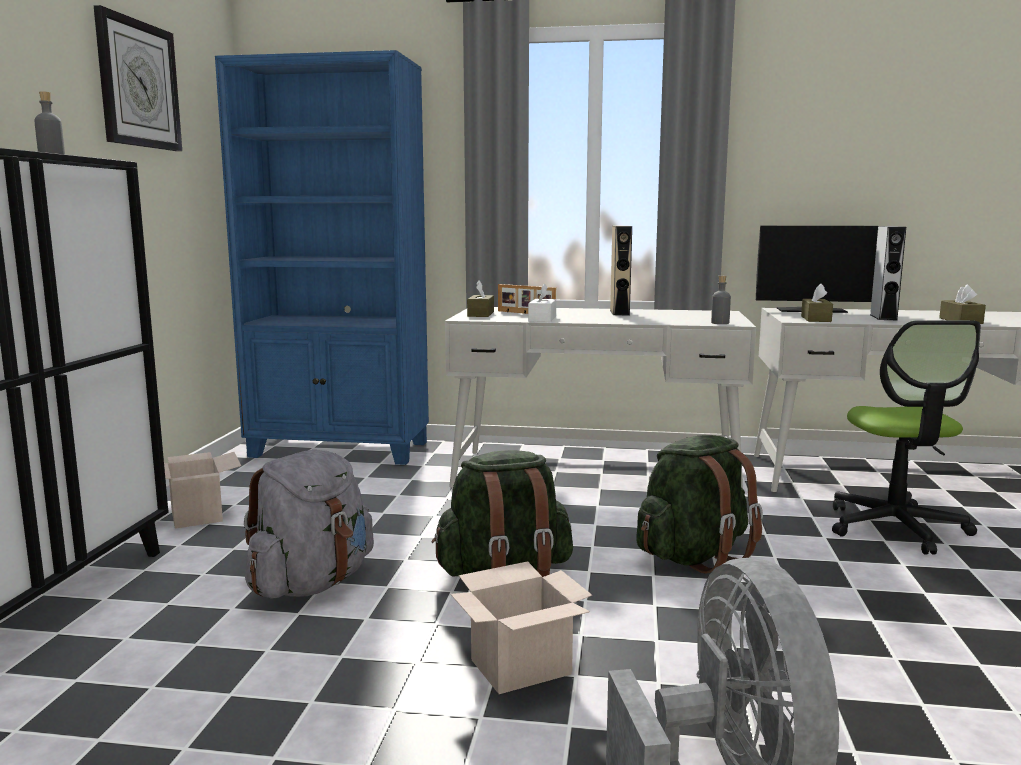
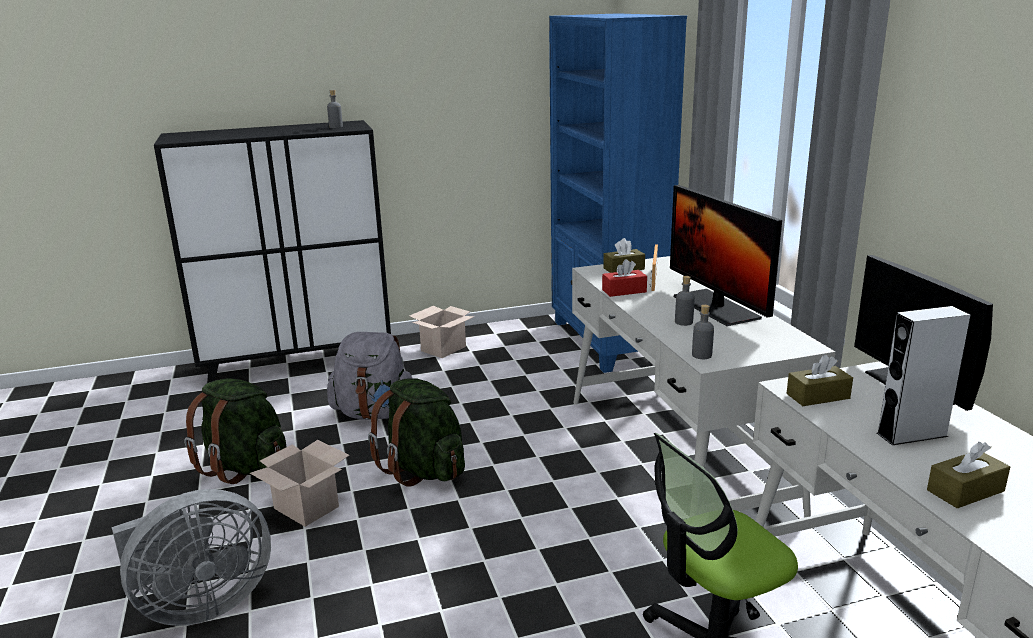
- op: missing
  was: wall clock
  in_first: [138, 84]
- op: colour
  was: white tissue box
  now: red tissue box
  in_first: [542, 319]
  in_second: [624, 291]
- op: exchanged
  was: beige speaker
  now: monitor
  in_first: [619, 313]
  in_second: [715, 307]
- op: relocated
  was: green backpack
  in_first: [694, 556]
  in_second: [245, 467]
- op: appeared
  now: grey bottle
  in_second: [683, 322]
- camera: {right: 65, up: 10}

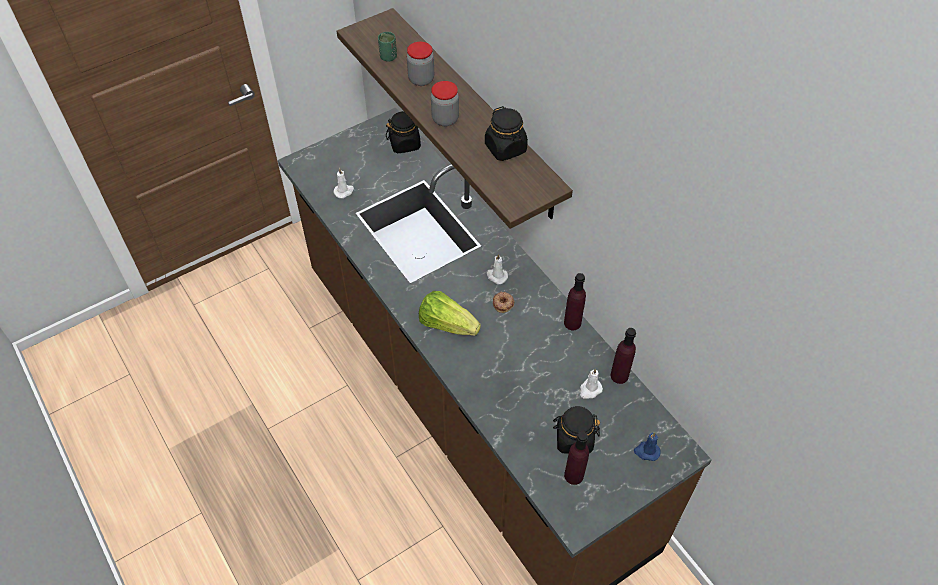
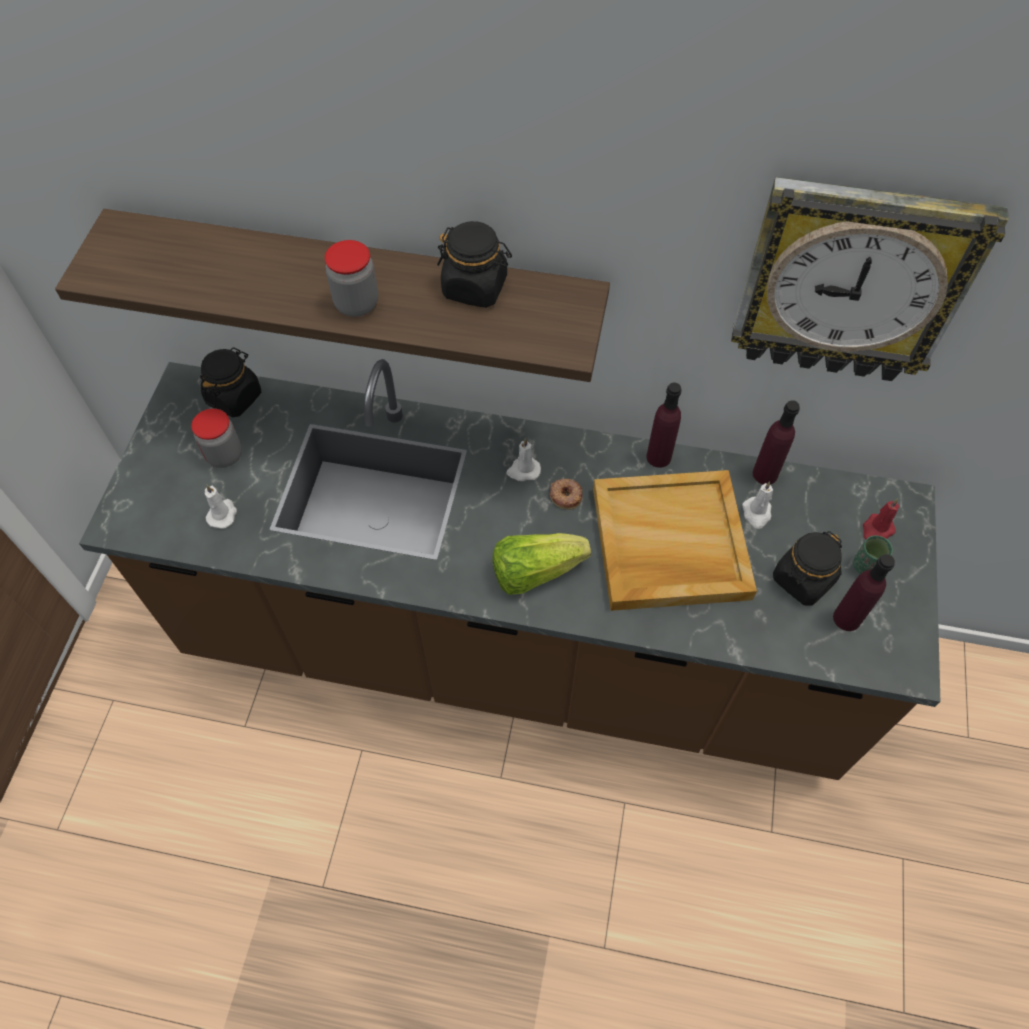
- op: relocated
  was: green cup
  in_first: [388, 57]
  in_second: [865, 566]
- op: relocated
  was: jar
  in_first: [421, 79]
  in_second: [224, 455]
- op: colour
  was: blue candle
  now: red candle
  in_first: [646, 451]
  in_second: [876, 530]
- op: appeared
  now: beige tray
  in_second: [668, 544]
- op: appeared
  now: wall clock
  in_second: [851, 283]
- camera: {right: -45, up: 5}

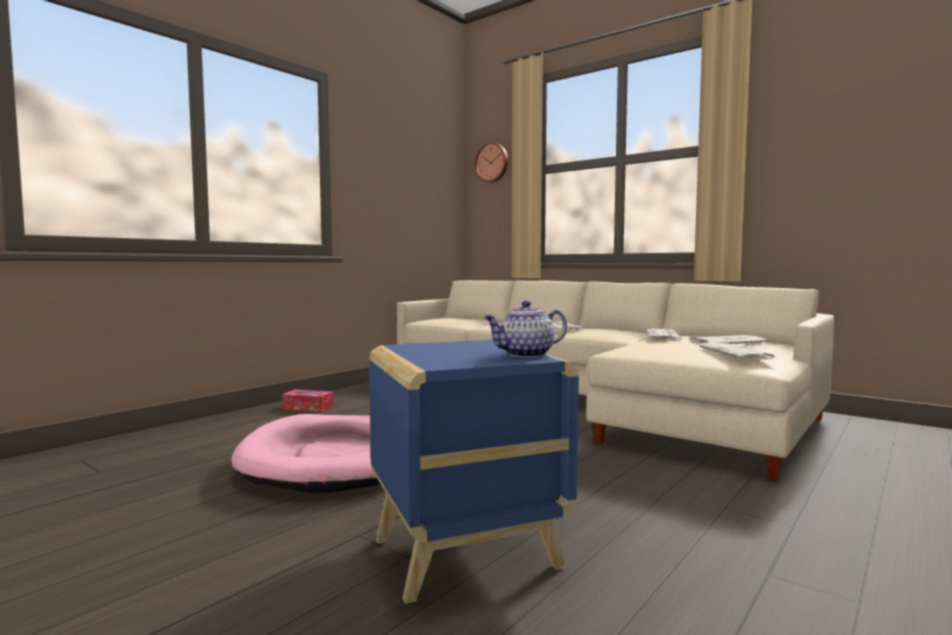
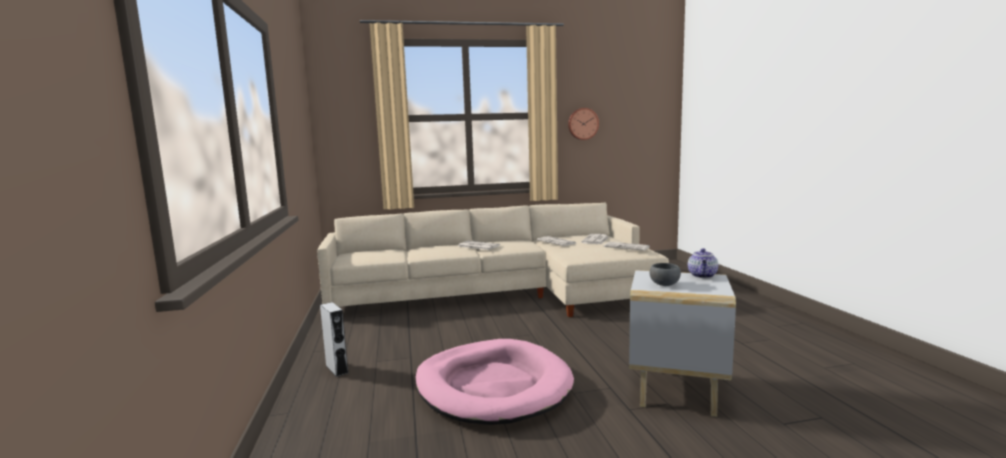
- op: exchanged
  was: tissue box
  now: grey speaker
  in_first: [308, 407]
  in_second: [337, 369]
- op: colour
  was: blue side table
  now: white side table
  in_first: [462, 554]
  in_second: [677, 390]
- op: relocated
  was: wall clock
  in_first: [492, 162]
  in_second: [582, 124]
- op: appeared
  now: grey bowl
  in_second: [664, 284]
- camera: {right: -50, up: 5}

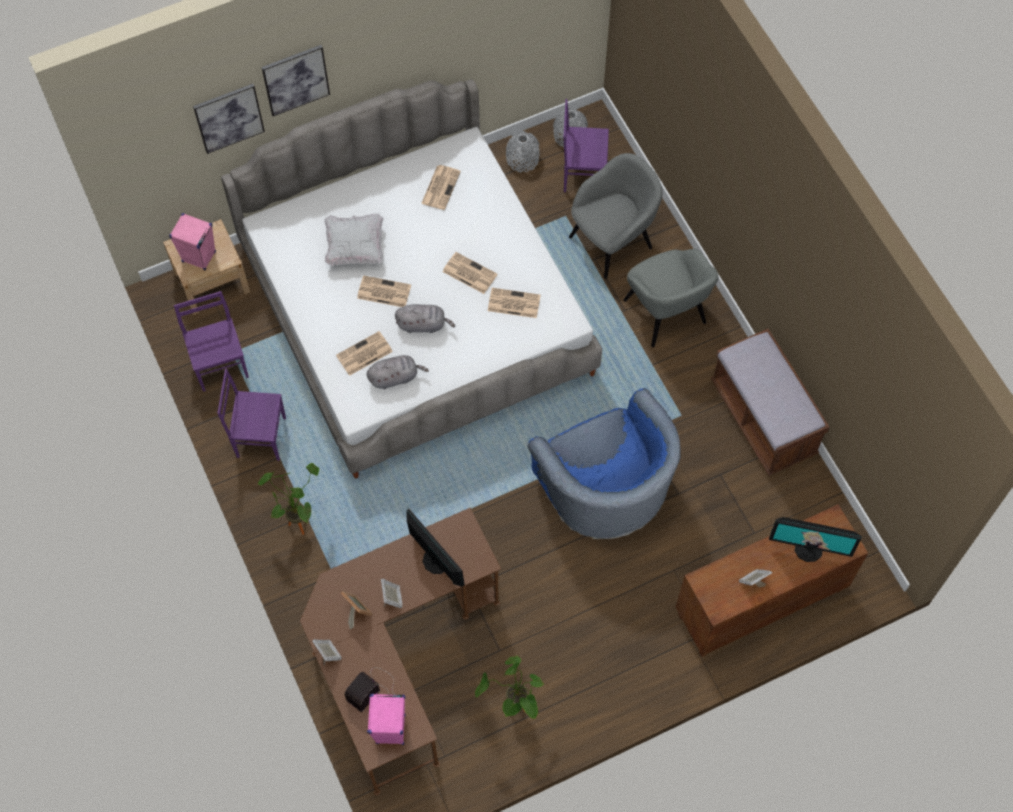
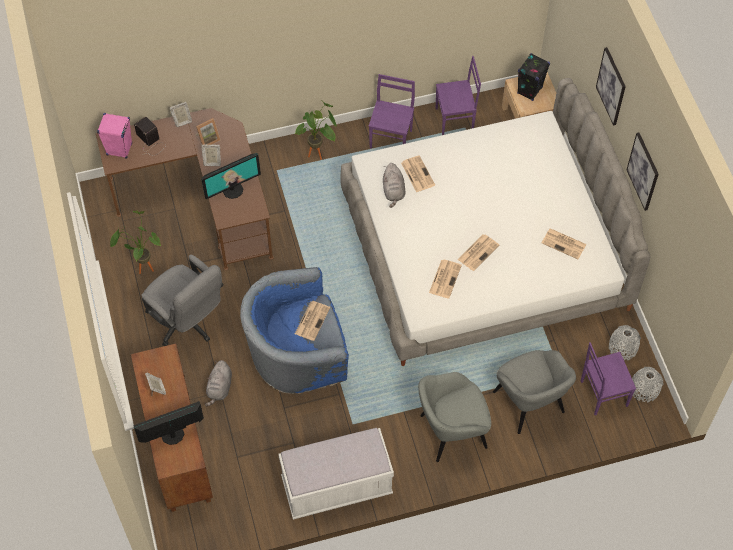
- op: colour
  was: pink speaker
  now: black speaker
  in_first: [198, 257]
  in_second: [529, 90]
- op: relocated
  was: picture
  in_first: [229, 117]
  in_second: [643, 171]
- op: missing
  was: white pillow
  in_first: [355, 247]
- op: relocated
  was: newspaper
  in_first: [383, 292]
  in_second: [312, 320]
- op: relocated
  was: grey plush toy
  in_first: [423, 324]
  in_second: [219, 388]
- op: spun
  was: purple chair
  in_first: [583, 173]
  in_second: [602, 393]
  clockwise: -120
- op: colour
  was: brown bench
  now: white bench
  in_first: [763, 419]
  in_second: [337, 487]
- op: spun
  was: monitor
  in_first: [808, 549]
  in_second: [172, 435]
  clockwise: 45
- op: appeared
  now: grey office chair
  in_second: [188, 322]
- camera: {right: 100, up: -5}

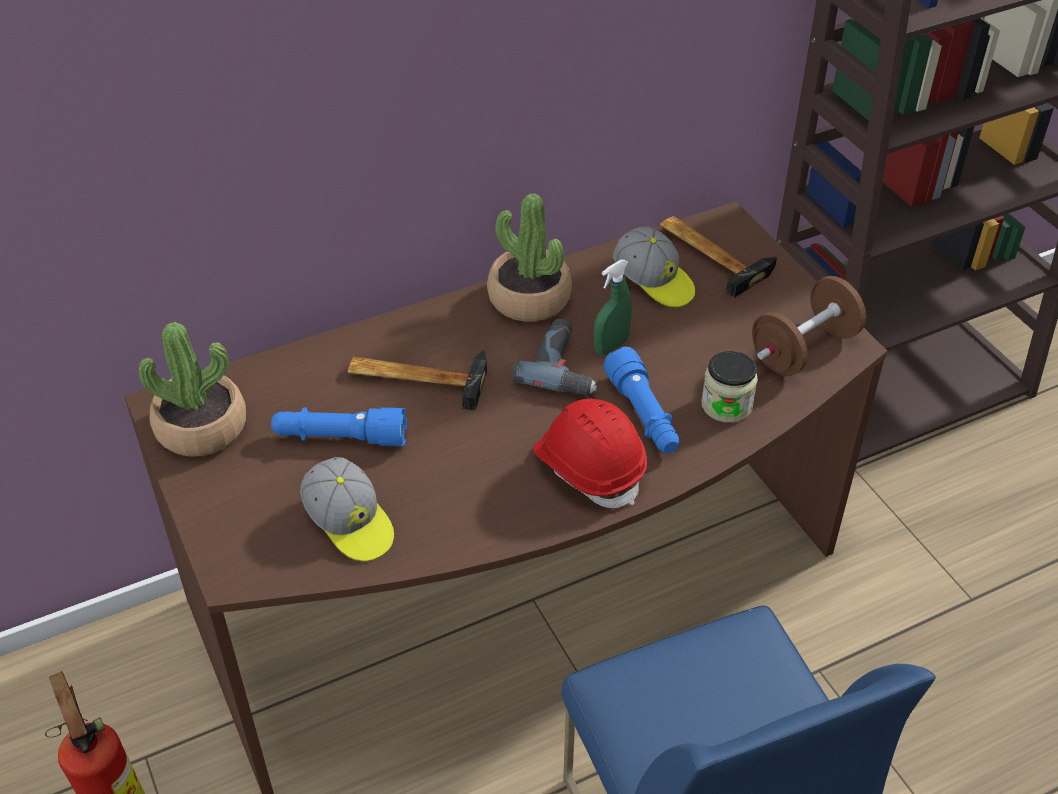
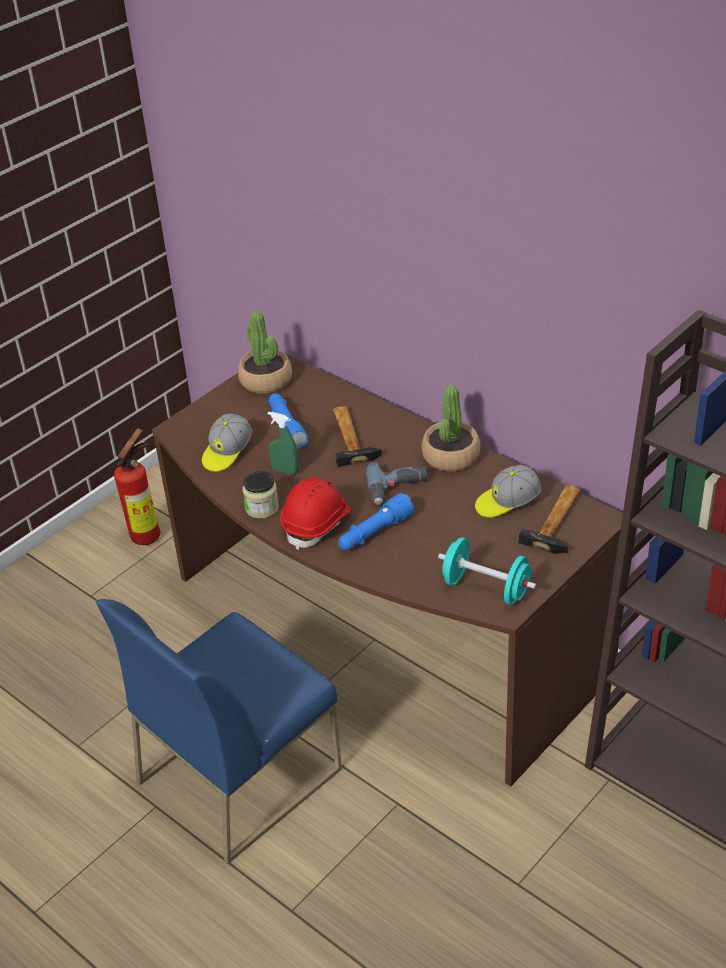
- op: relocated
  was: green spray bottle
  in_first: [611, 346]
  in_second: [285, 471]
- op: spun
  was: cap
  in_first: [654, 282]
  in_second: [507, 502]
  clockwise: 45
- op: relocated
  was: jar
  in_first: [726, 405]
  in_second: [262, 508]
- op: colour
  was: brown dumbbell
  now: turquoise dumbbell
  in_first: [803, 349]
  in_second: [486, 588]
- camera: {right: 70, up: -5}

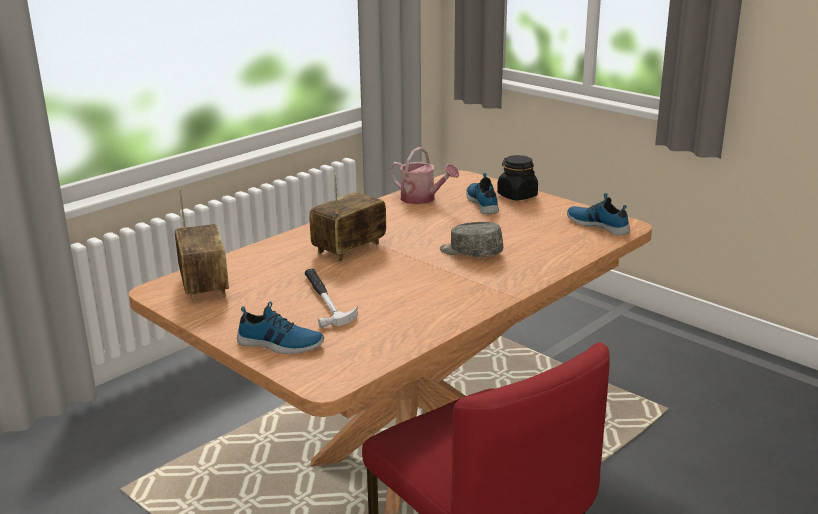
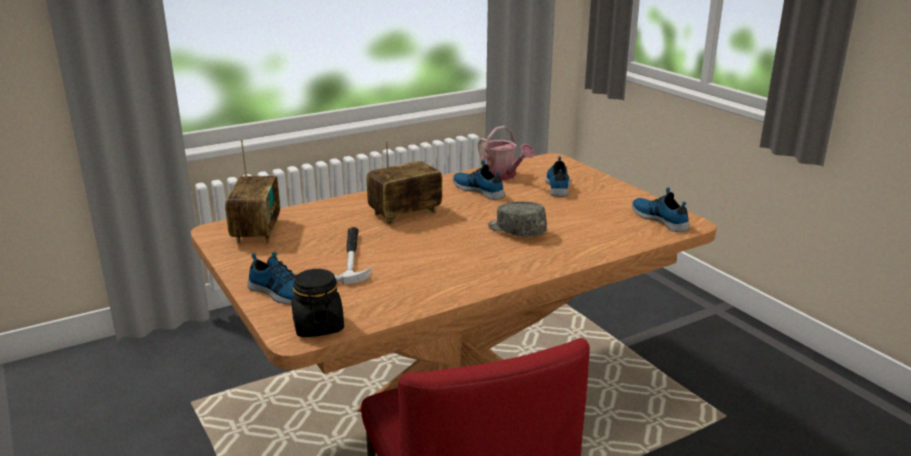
- op: relocated
  was: black jar
  in_first: [517, 195]
  in_second: [318, 326]
- op: appeared
  now: shoe
  in_second: [479, 190]
- camera: {right: 15, up: 0}

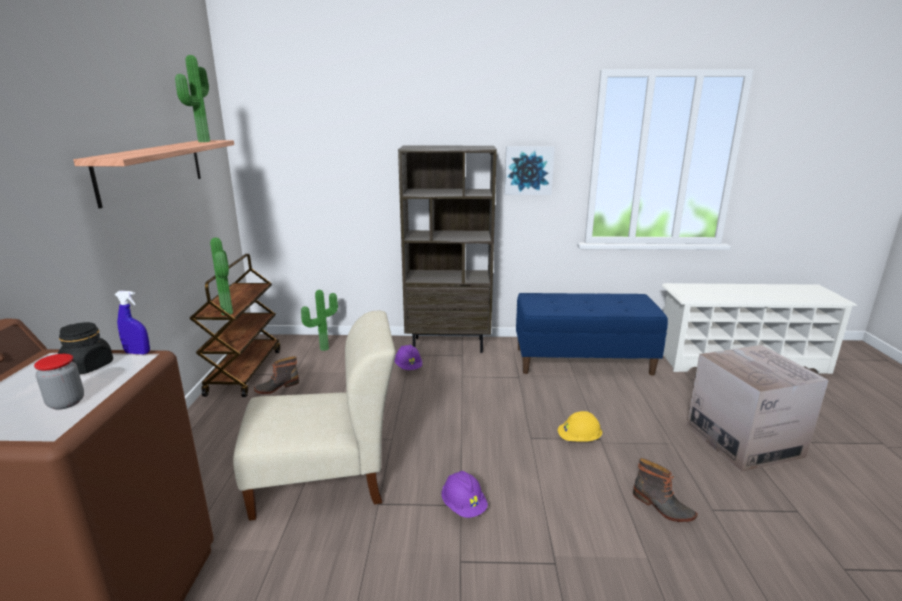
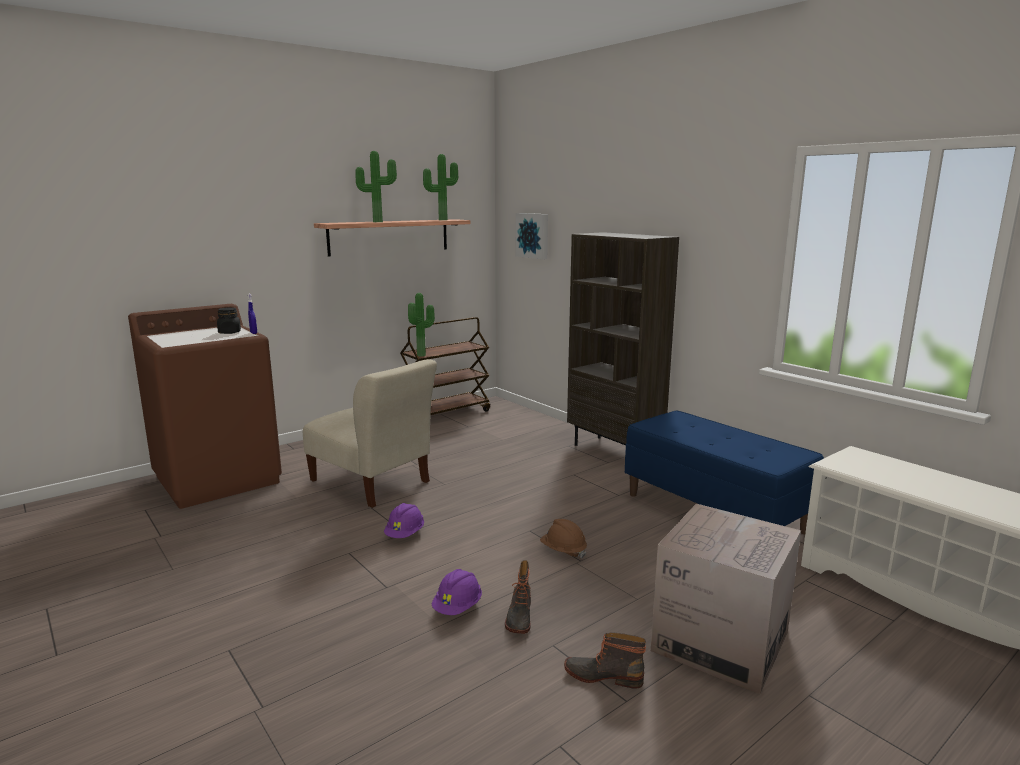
- op: missing
  was: jar
  in_first: [66, 402]
- op: relocated
  was: boot
  in_first: [277, 387]
  in_second: [603, 675]
- op: relocated
  was: potted plant
  in_first: [323, 348]
  in_second: [378, 222]
- op: relocated
  was: purple hard hat
  in_first: [408, 367]
  in_second: [458, 607]
- op: relocated
  was: picture
  in_first: [528, 170]
  in_second: [533, 235]
- op: colour
  was: yellow hard hat
  now: brown hard hat
  in_first: [579, 439]
  in_second: [563, 551]
- camera: {right: 50, up: -5}

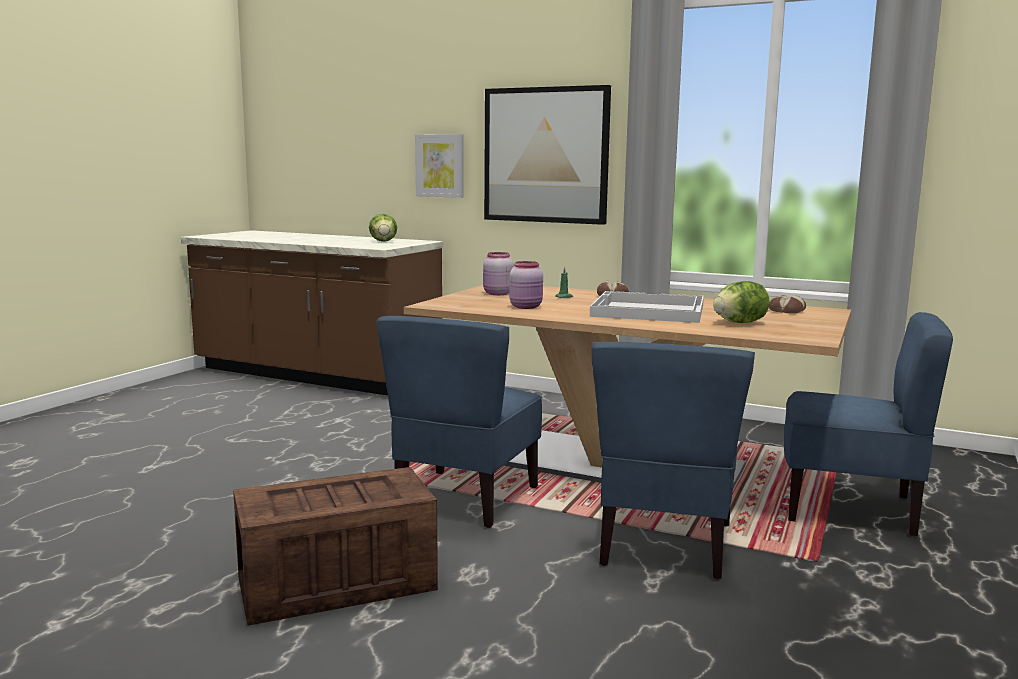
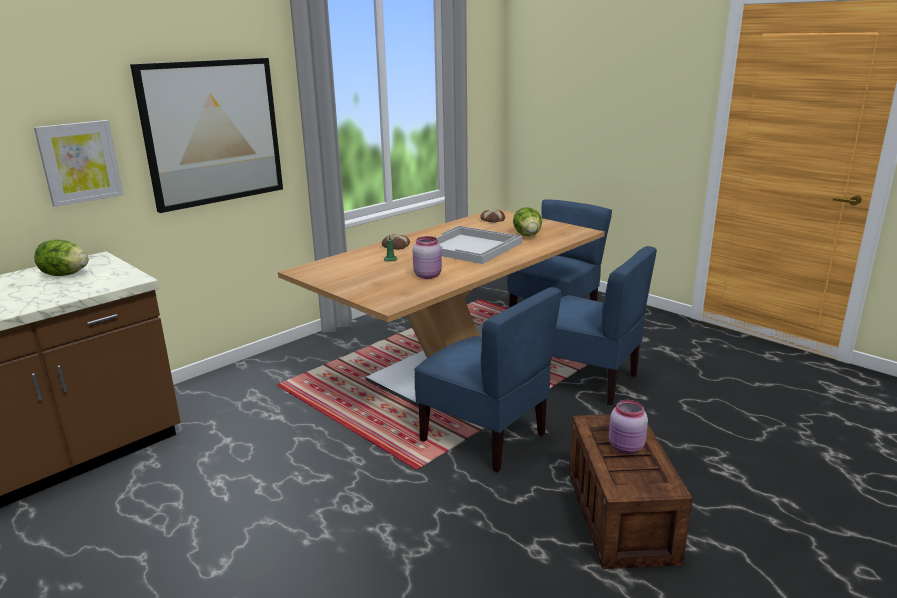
- op: relocated
  was: pink jar
  in_first: [497, 294]
  in_second: [626, 448]
- camera: {right: -70, up: 10}

